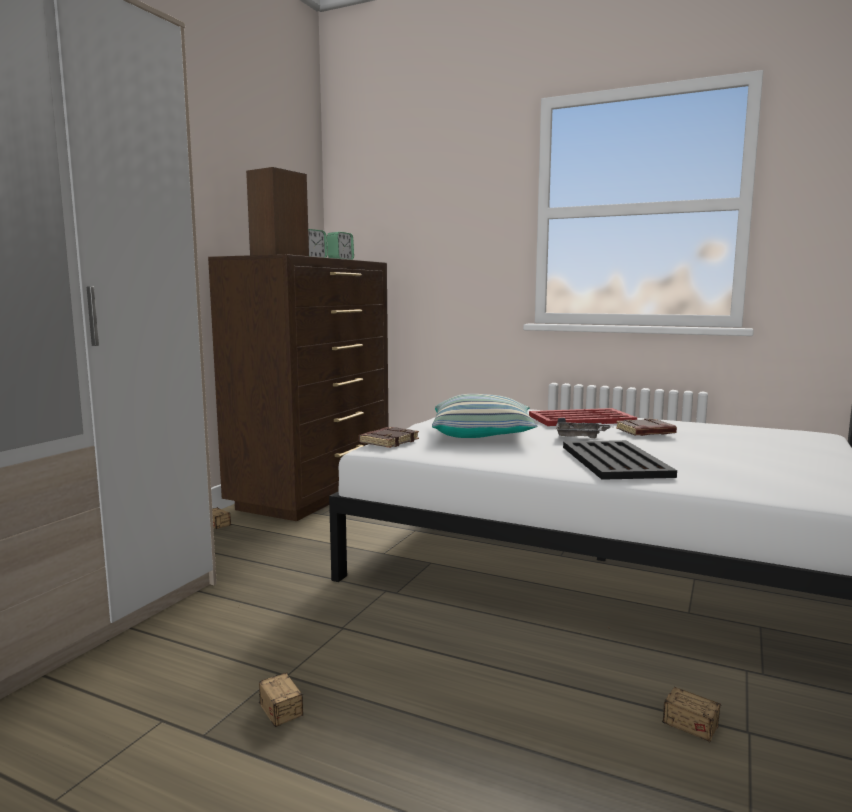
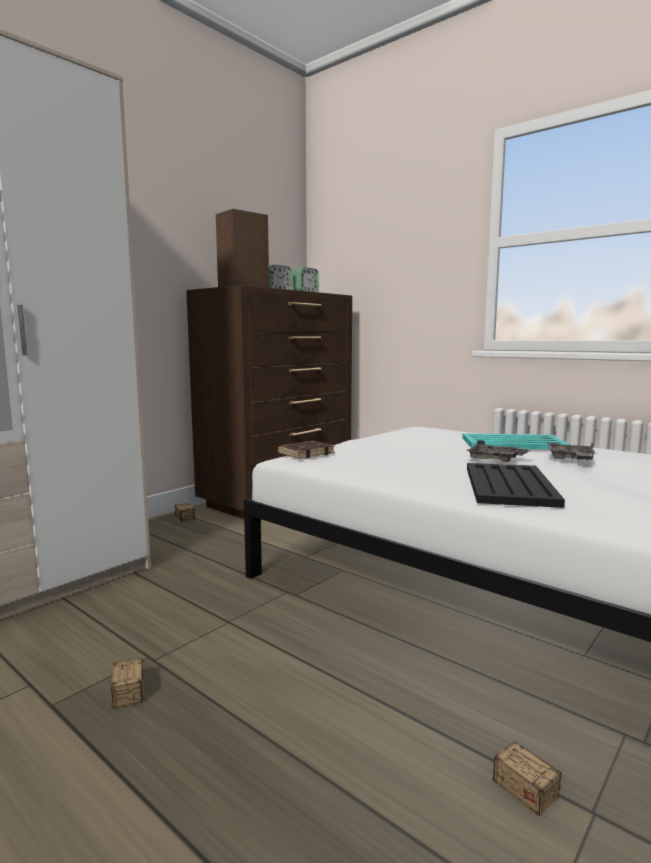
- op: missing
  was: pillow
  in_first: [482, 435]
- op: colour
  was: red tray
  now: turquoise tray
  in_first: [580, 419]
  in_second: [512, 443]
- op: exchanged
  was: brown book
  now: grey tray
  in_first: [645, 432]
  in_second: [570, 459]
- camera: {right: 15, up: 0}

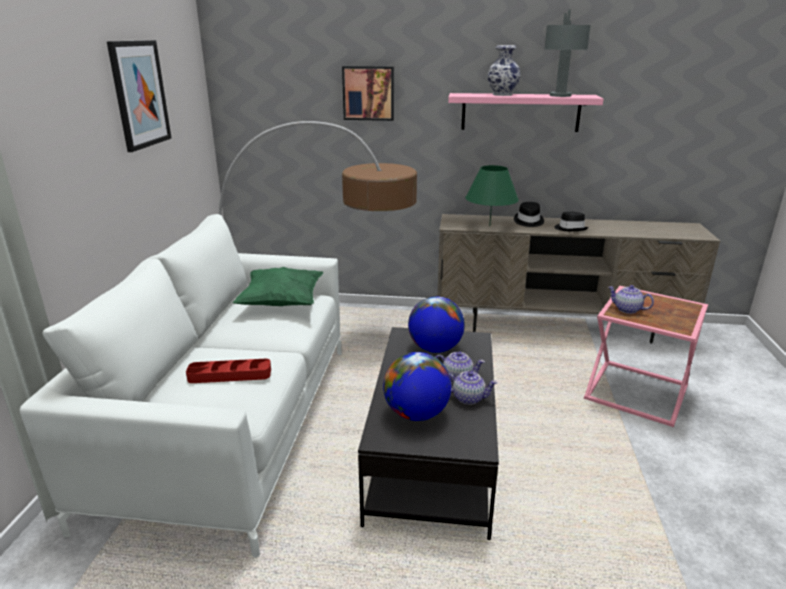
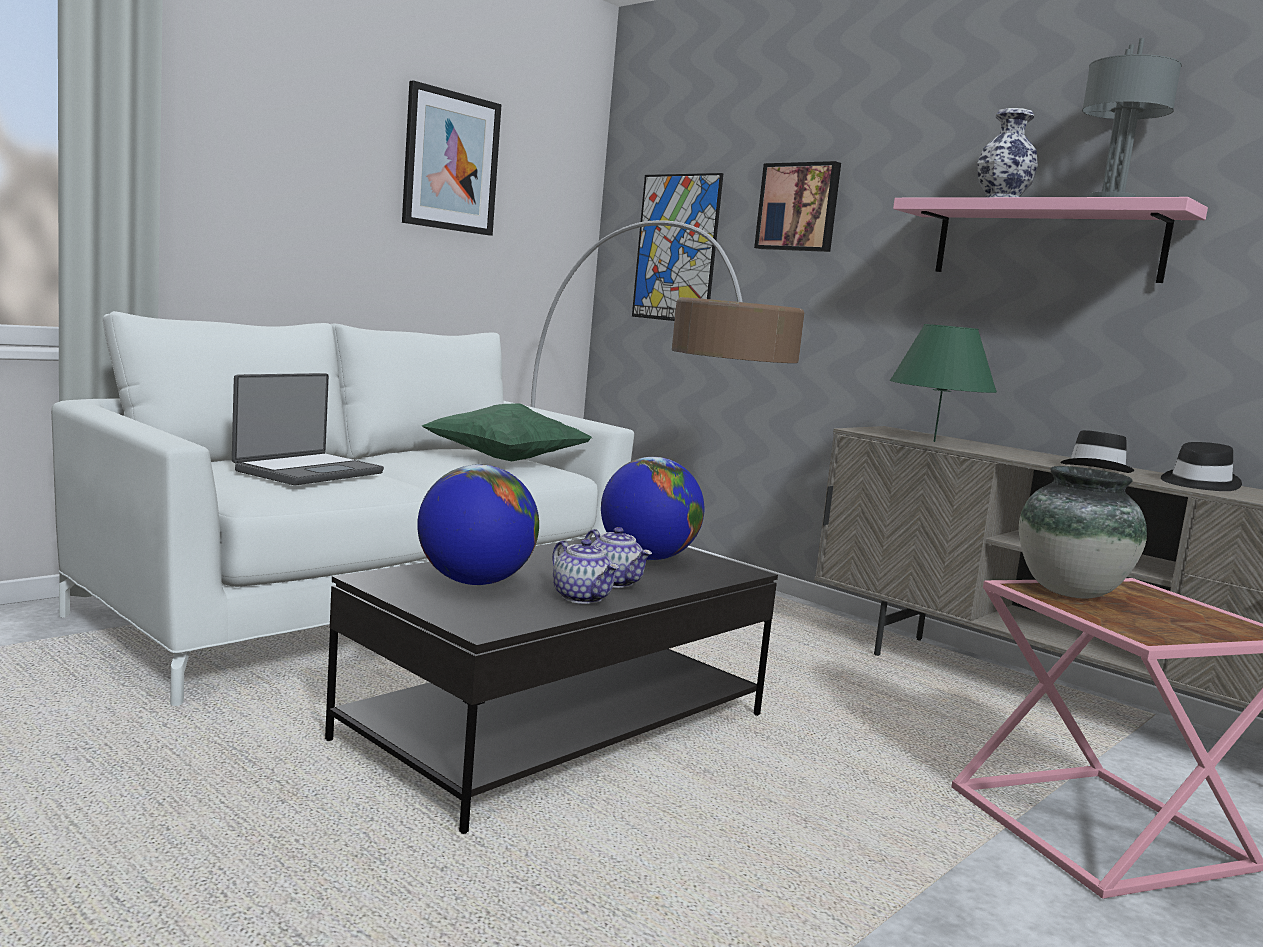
- op: exchanged
  was: red tray
  now: laptop
  in_first: [230, 375]
  in_second: [307, 471]
- op: relocated
  was: black hat
  in_first: [528, 221]
  in_second: [1197, 484]
- op: exchanged
  was: teapot
  now: vase
  in_first: [627, 309]
  in_second: [1070, 592]
- op: appeared
  now: picture
  in_second: [676, 248]
- camera: {right: 35, up: -15}

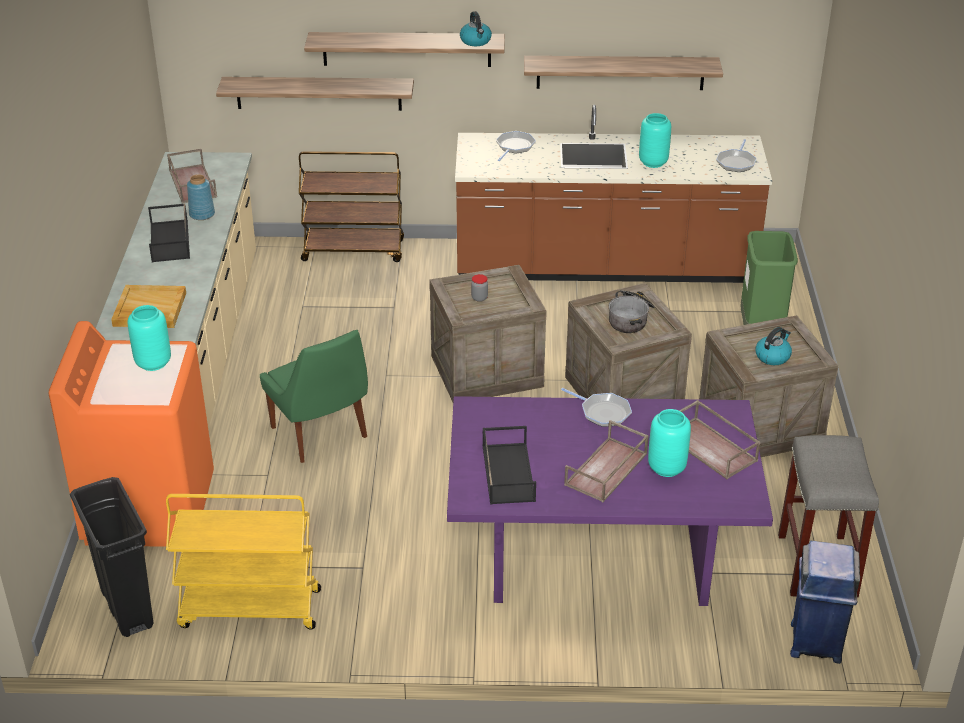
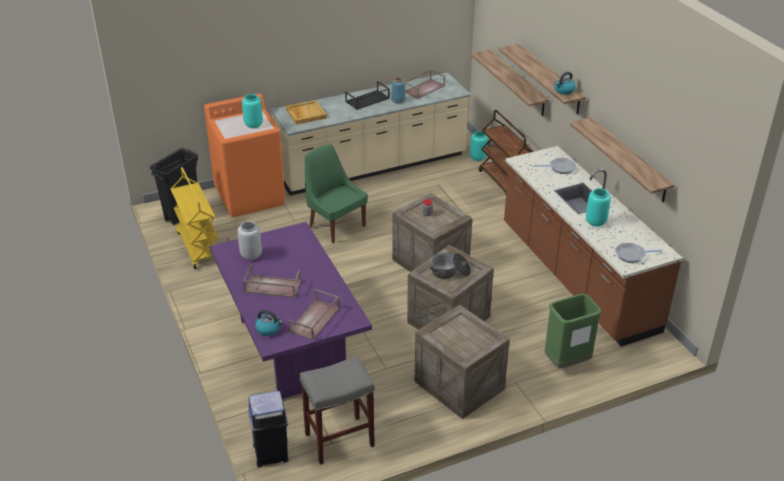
- op: spun
  was: green chair
  in_first: [321, 434]
  in_second: [335, 225]
  clockwise: 105
- op: exchanged
  was: black tray
  now: grey vase
  in_first: [507, 473]
  in_second: [251, 255]
- op: missing
  was: frying pan
  in_first: [603, 412]
- op: relocated
  was: turquoise vase
  in_first: [666, 467]
  in_second: [478, 158]
- op: relocated
  was: kettle
  in_first: [772, 356]
  in_second: [269, 329]
- camera: {right: 65, up: 0}

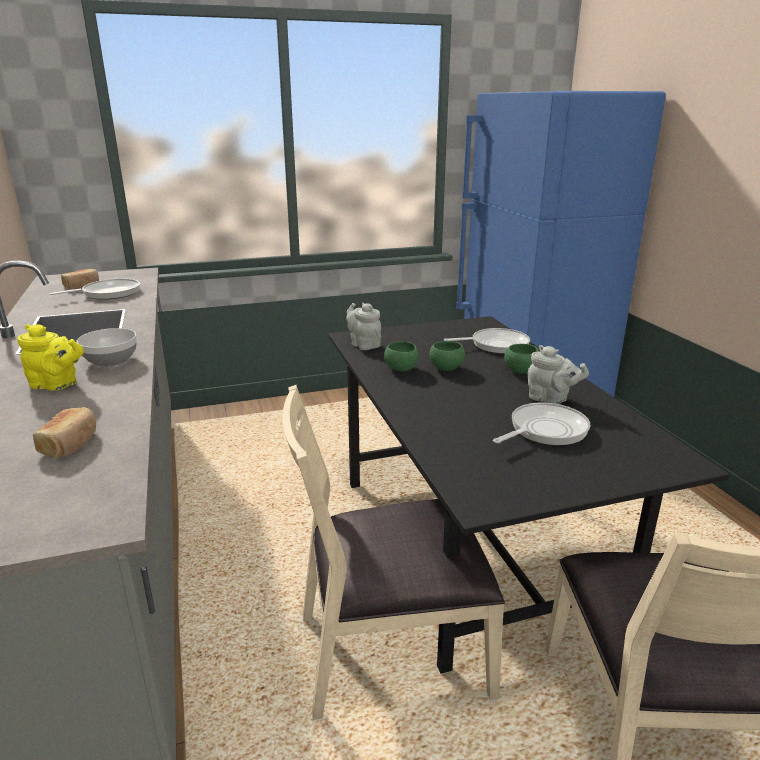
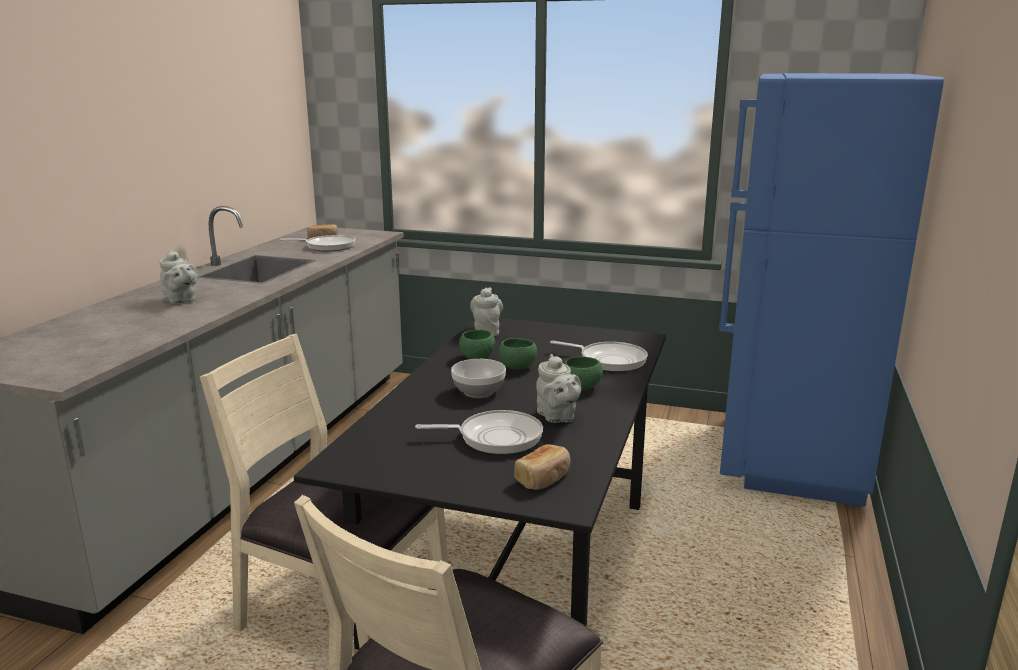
- op: colour
  was: yellow teapot
  now: grey teapot
  in_first: [57, 385]
  in_second: [181, 301]
- op: relocated
  was: bread
  in_first: [70, 443]
  in_second: [543, 478]
- op: relocated
  was: bowl
  in_first: [111, 360]
  in_second: [479, 391]
- camera: {right: 35, up: -5}

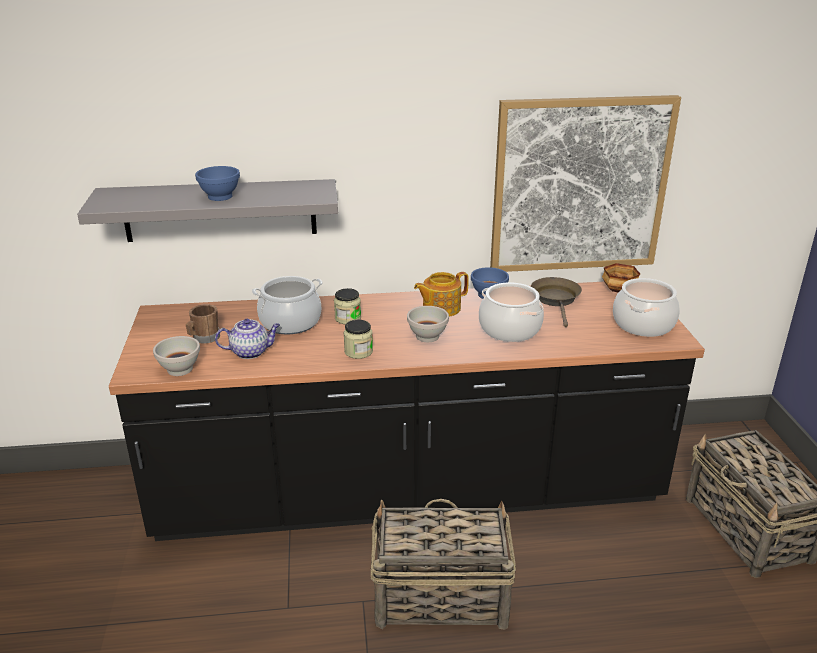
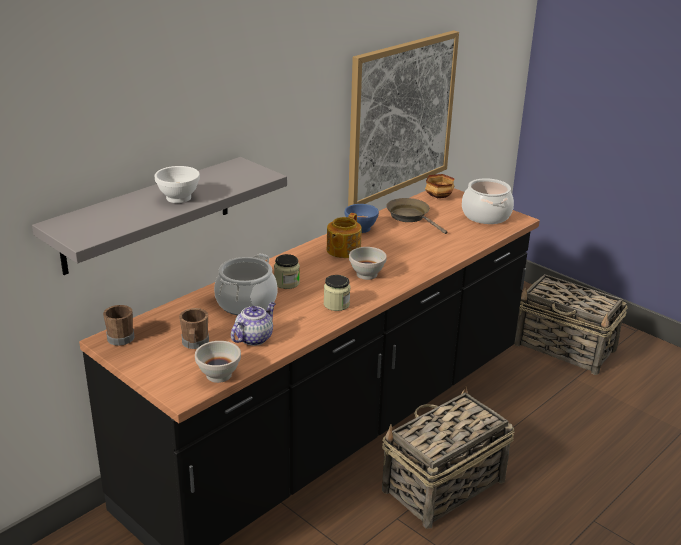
- op: colour
  was: blue bowl
  now: white bowl
  in_first: [220, 196]
  in_second: [178, 198]
- op: missing
  was: cooking pot
  in_first: [509, 329]
- op: appeared
  now: brown mug
  in_second: [122, 336]
- camera: {right: -40, up: 0}

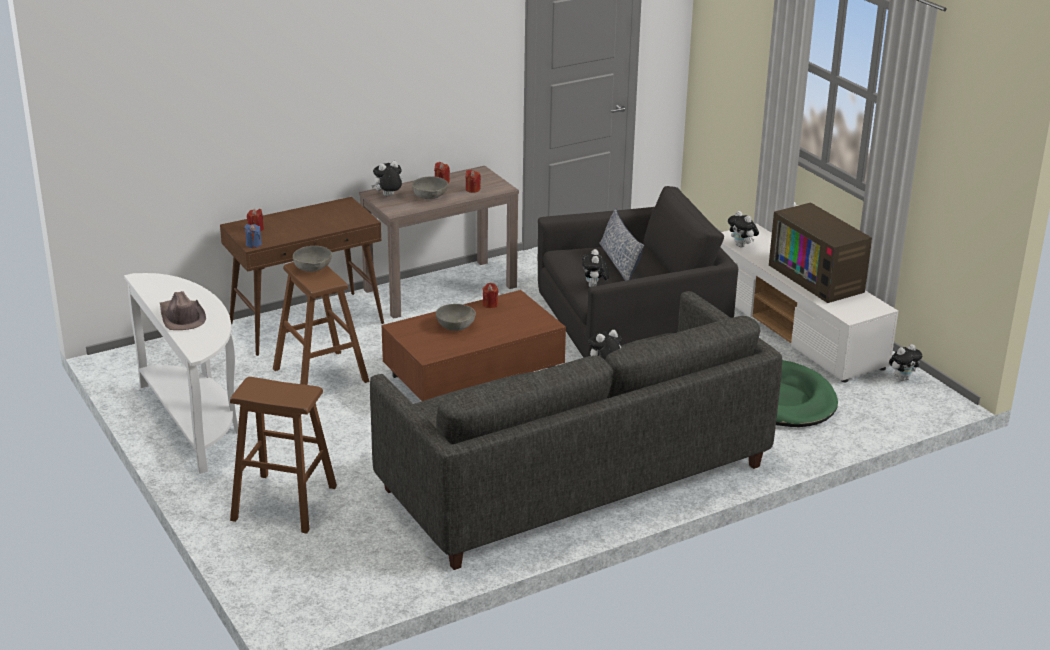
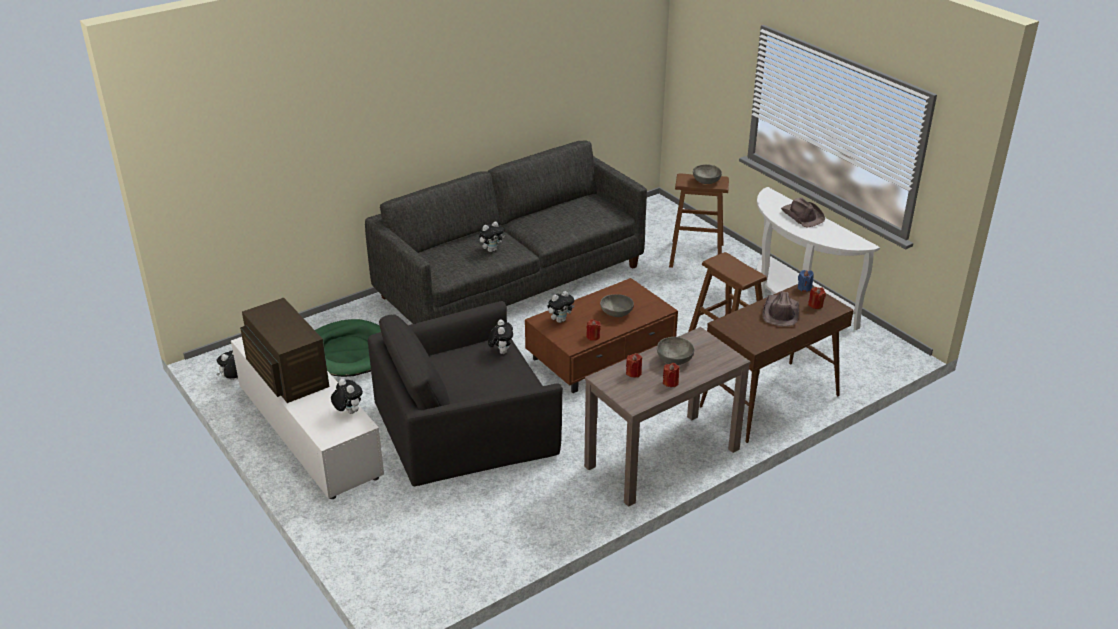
- op: relocated
  was: grey bowl
  in_first: [313, 268]
  in_second: [706, 181]
- op: relocated
  was: plush toy
  in_first: [388, 196]
  in_second: [560, 320]
- op: missing
  was: pillow
  in_first: [619, 263]
- op: appeared
  now: brown hat
  in_second: [780, 312]
- camera: {right: 175, up: 5}

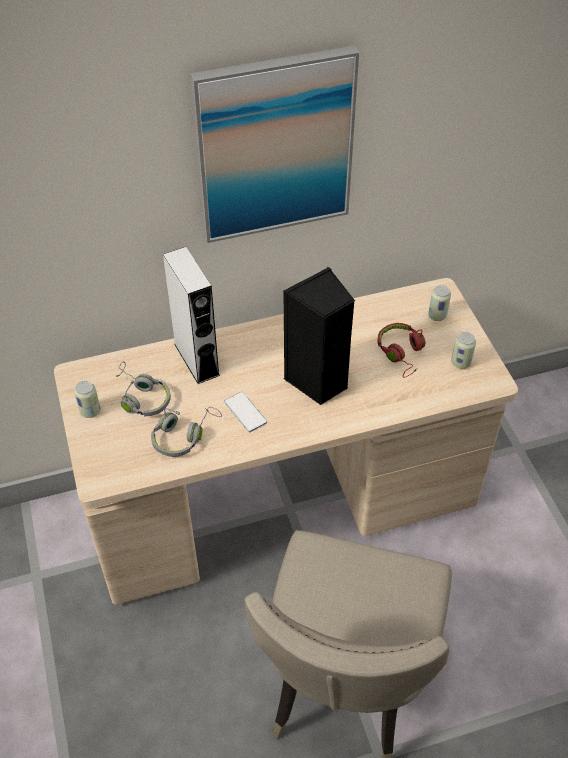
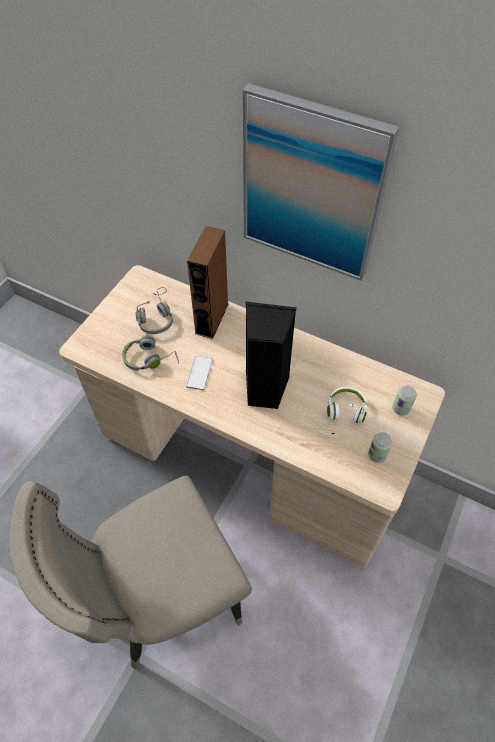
- op: missing
  was: can
  in_first: [90, 411]
- op: colour
  was: grey speaker
  now: brown speaker
  in_first: [196, 359]
  in_second: [211, 318]
- op: colour
  was: red headphones
  now: white headphones
  in_first: [401, 353]
  in_second: [342, 415]
- camera: {right: 45, up: 5}

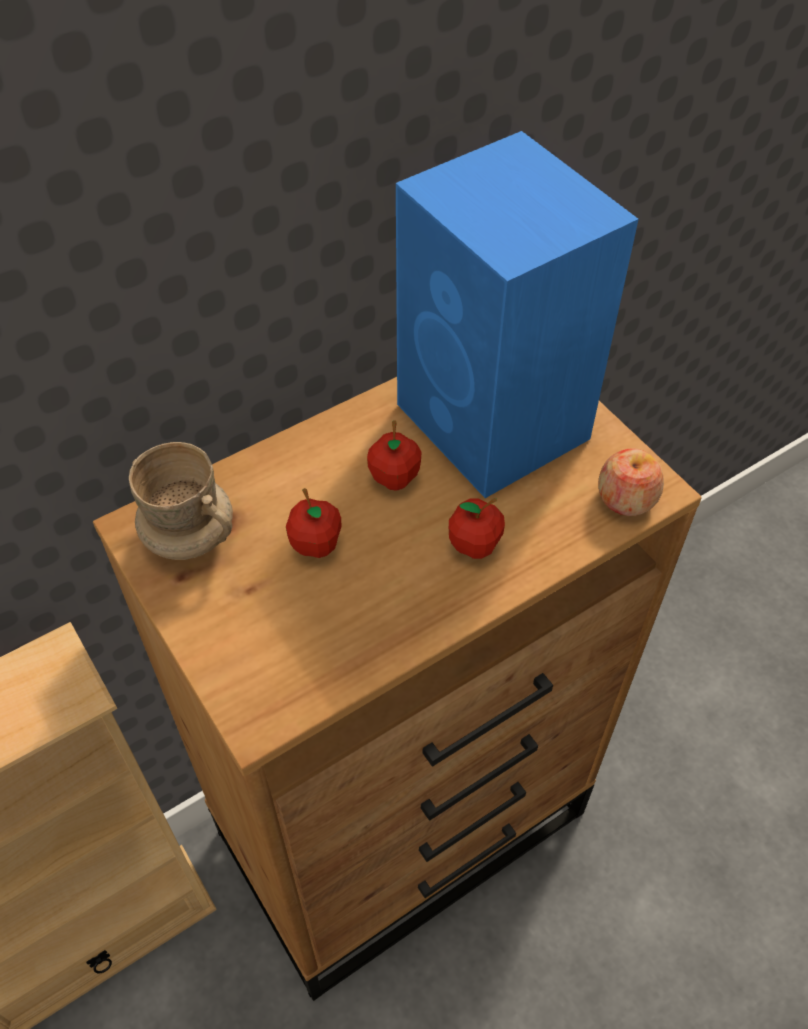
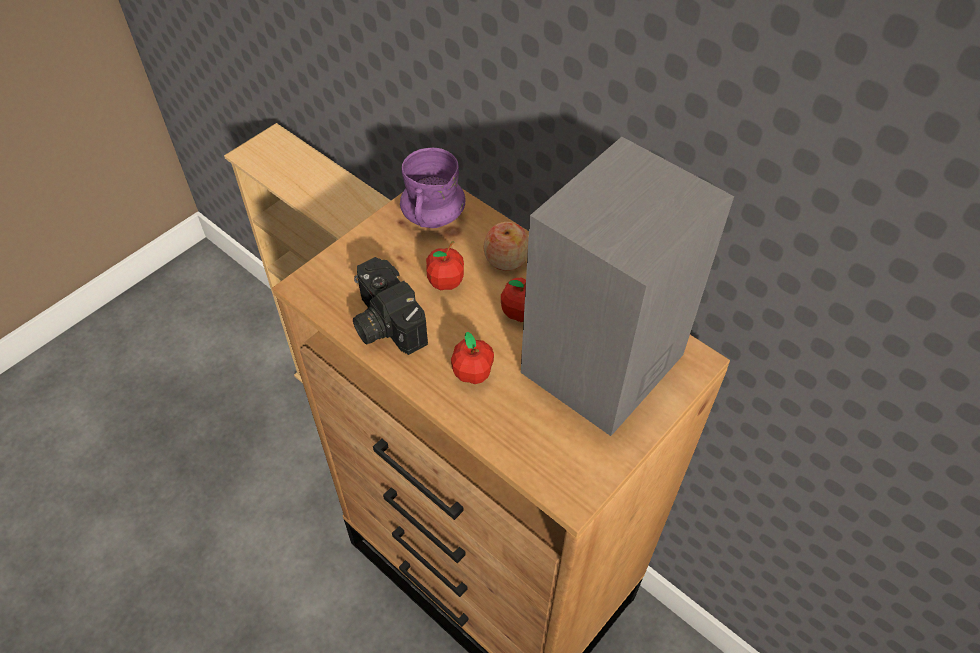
- op: colour
  was: beige mug
  now: purple mug
  in_first: [190, 536]
  in_second: [433, 217]
- op: colour
  was: blue speaker
  now: grey speaker
  in_first: [495, 424]
  in_second: [600, 366]
- op: relocated
  was: apple
  in_first: [626, 499]
  in_second: [506, 259]
- op: appeared
  now: photo camera
  in_second: [383, 322]
- camera: {right: 75, up: 0}

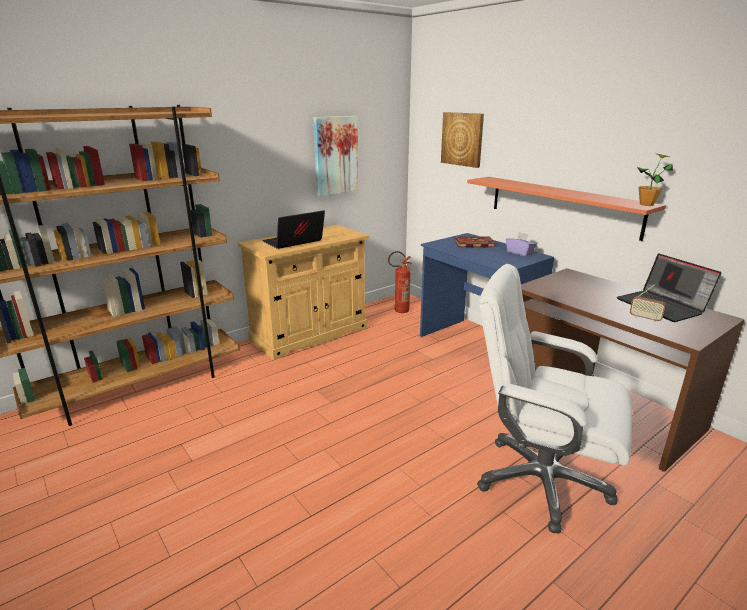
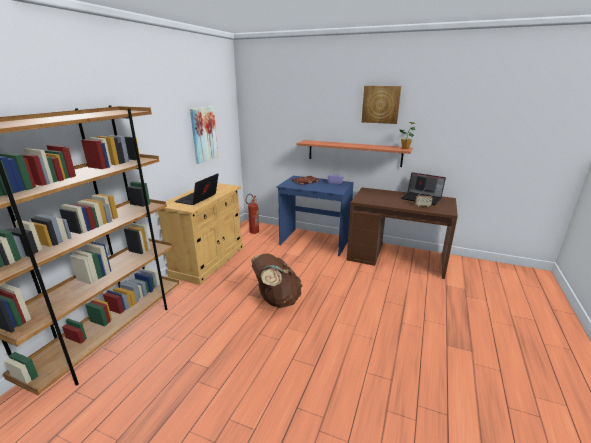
- op: relocated
  was: picture
  in_first: [462, 139]
  in_second: [381, 104]
- op: missing
  was: white office chair
  in_first: [540, 480]
- op: appeared
  now: brown backpack
  in_second: [277, 300]
- camera: {right: -30, up: 0}

